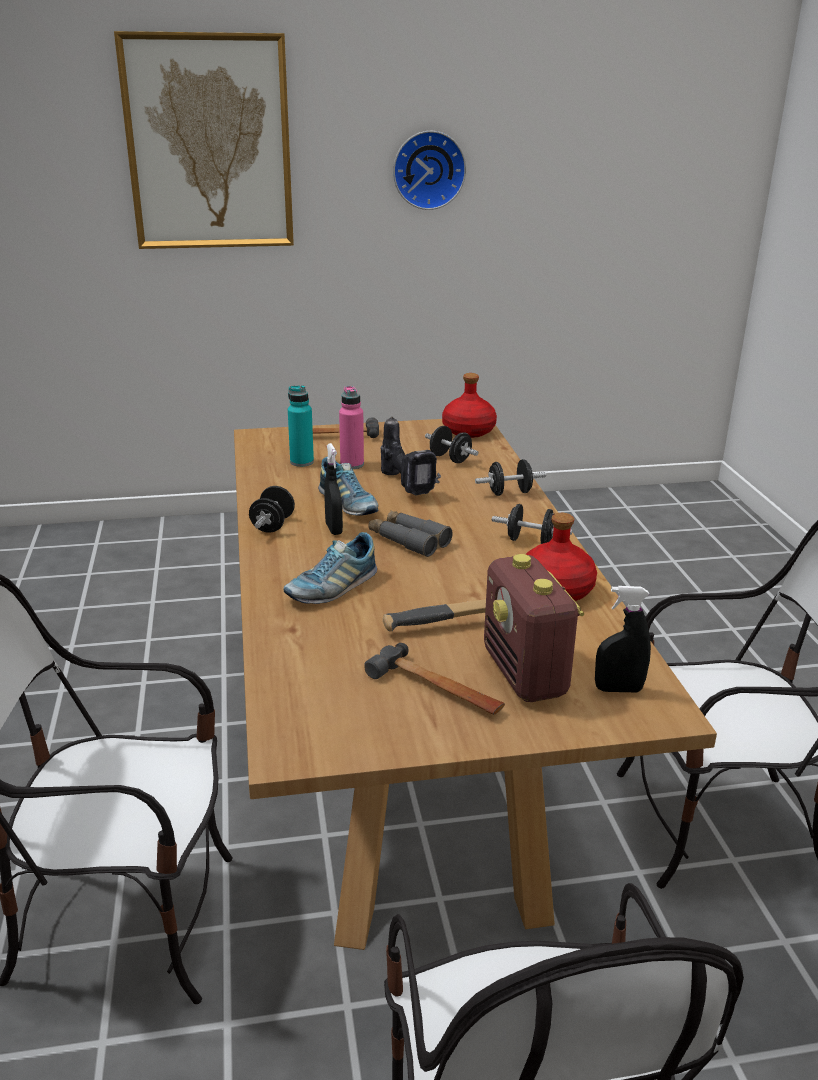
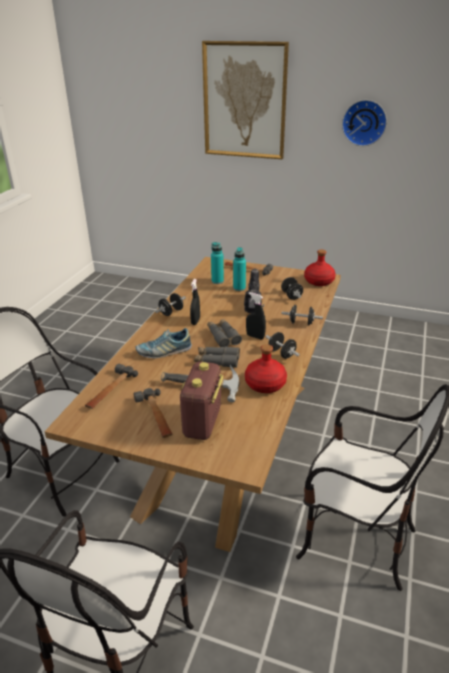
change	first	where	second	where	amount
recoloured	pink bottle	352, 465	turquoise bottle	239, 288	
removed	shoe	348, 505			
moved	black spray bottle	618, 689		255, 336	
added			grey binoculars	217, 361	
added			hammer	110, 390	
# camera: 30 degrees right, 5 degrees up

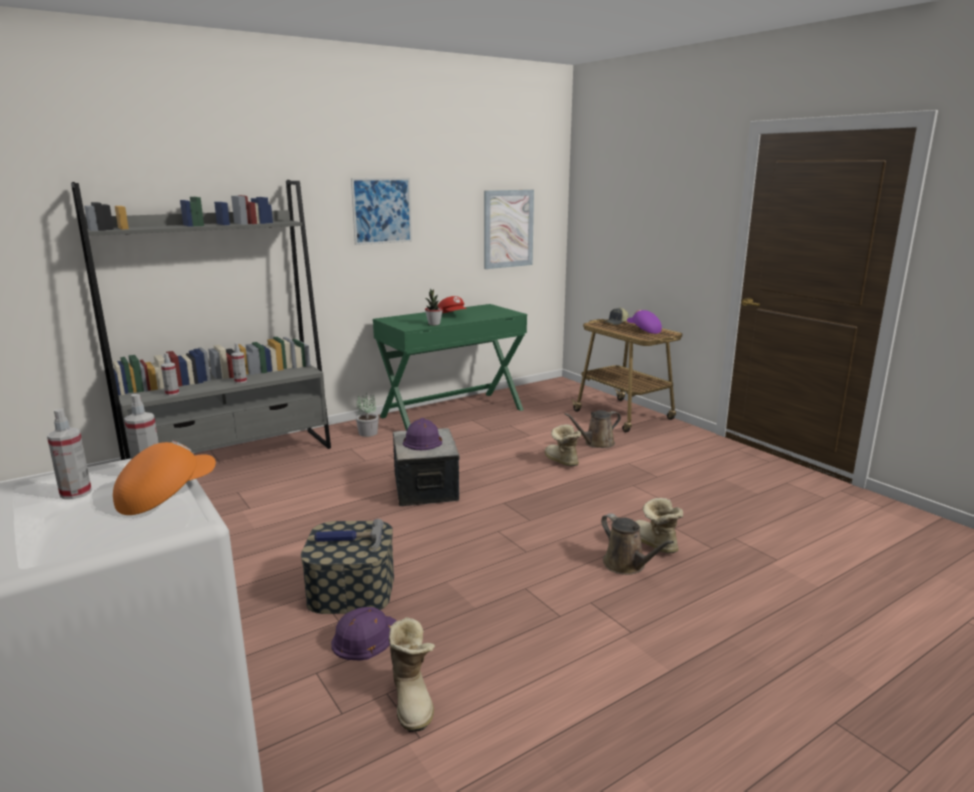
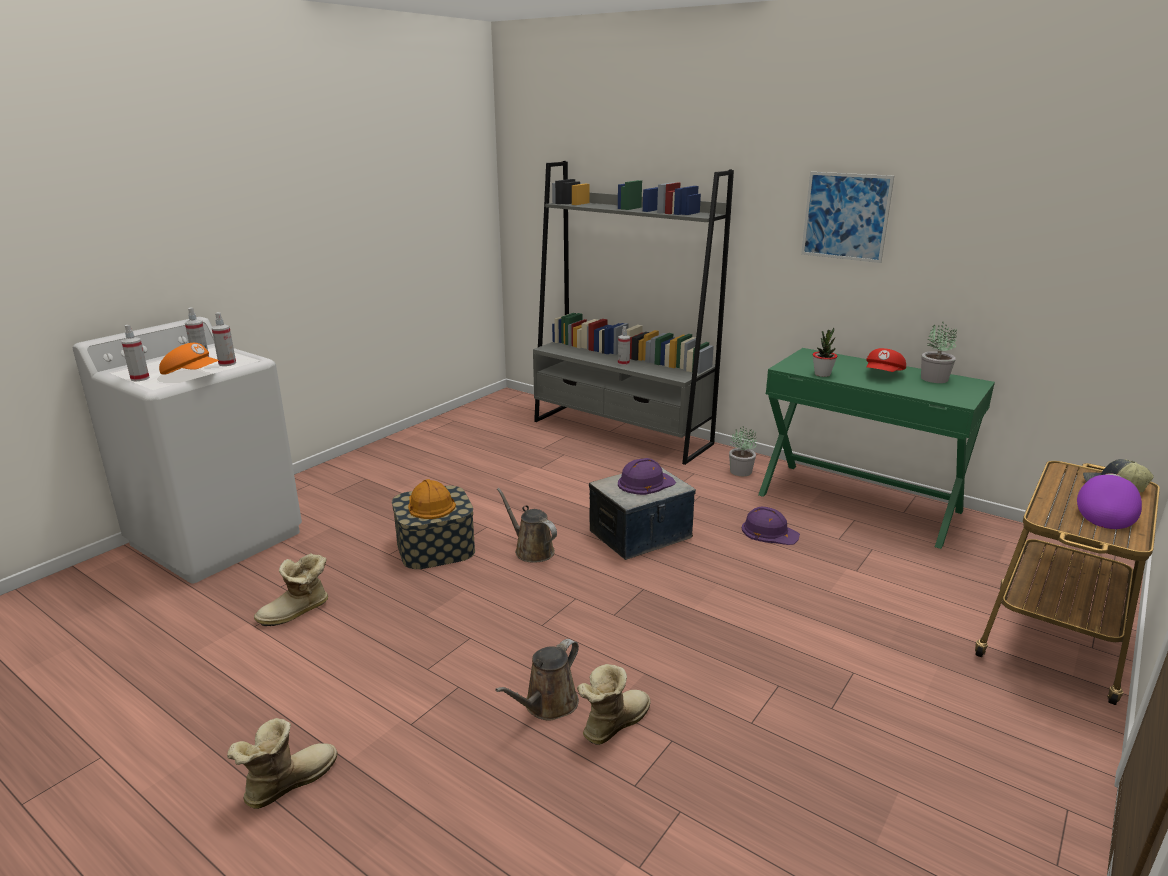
change	first	where	second	where	amount
removed	picture	508, 229			
moved	spray bottle	172, 393		140, 378	
moved	brown watering can	596, 443		531, 550	
moved	boot	560, 461		287, 782	
replaced	hammer	348, 542	orange hard hat	430, 505	
moved	purple hard hat	366, 638		769, 532	
added			potted plant	933, 378	
# camera: 70 degrees right, 5 degrees up

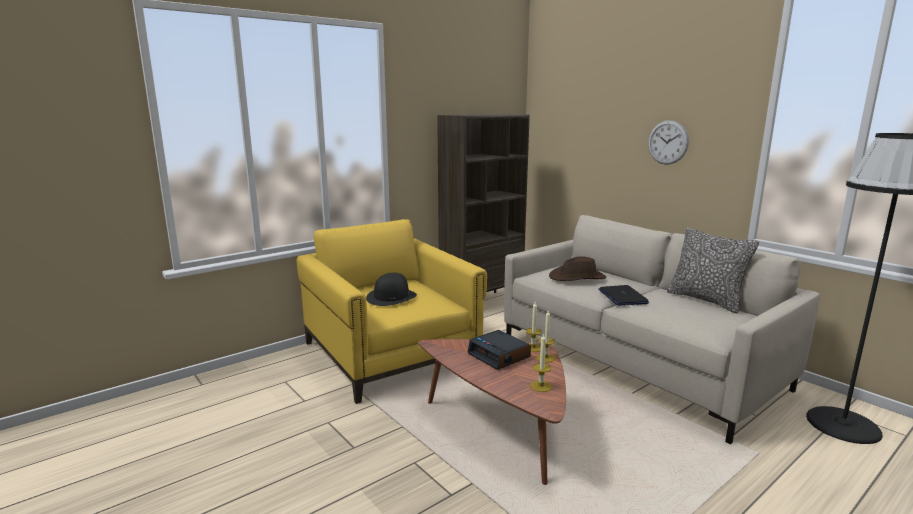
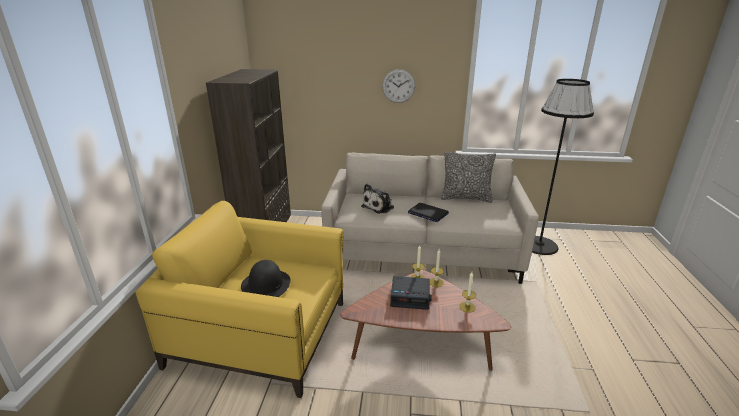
change	first	where	second	where	amount
replaced	brown hat	577, 278	plush toy	379, 207	
# camera: 45 degrees left, 10 degrees up

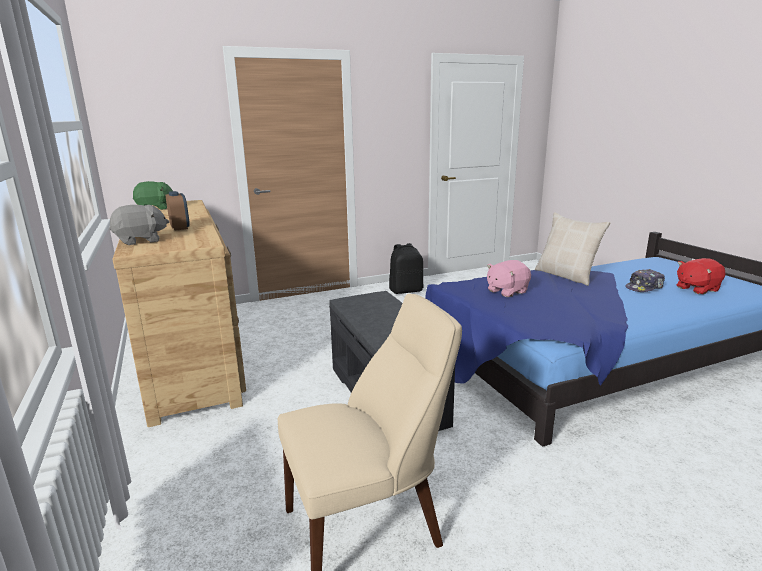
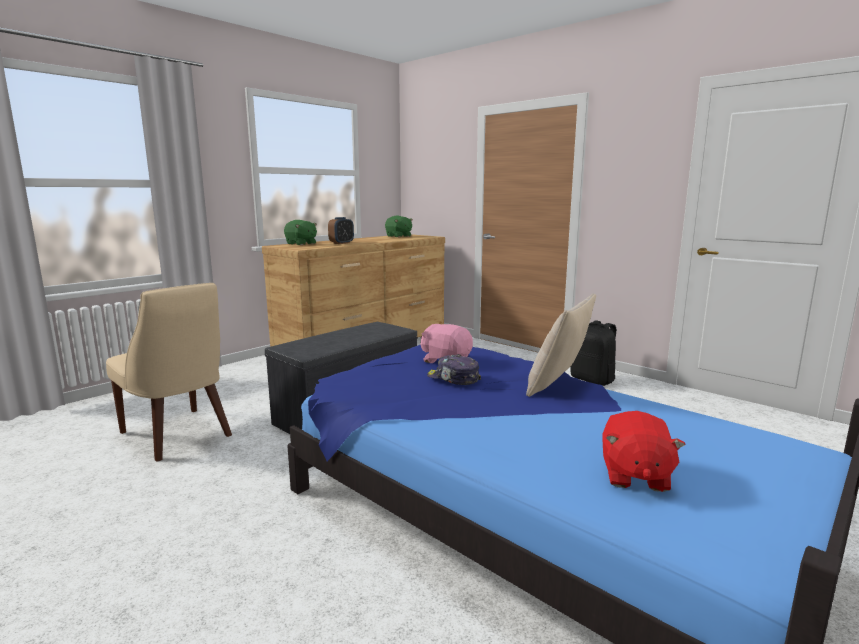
change	first	where	second	where	amount
recoloured	grey plush toy	141, 241	green plush toy	301, 244	
turned	red plush toy	696, 289		634, 475	120 degrees counterclockwise
moved	cap	644, 287		453, 379	
# camera: 65 degrees right, 5 degrees down

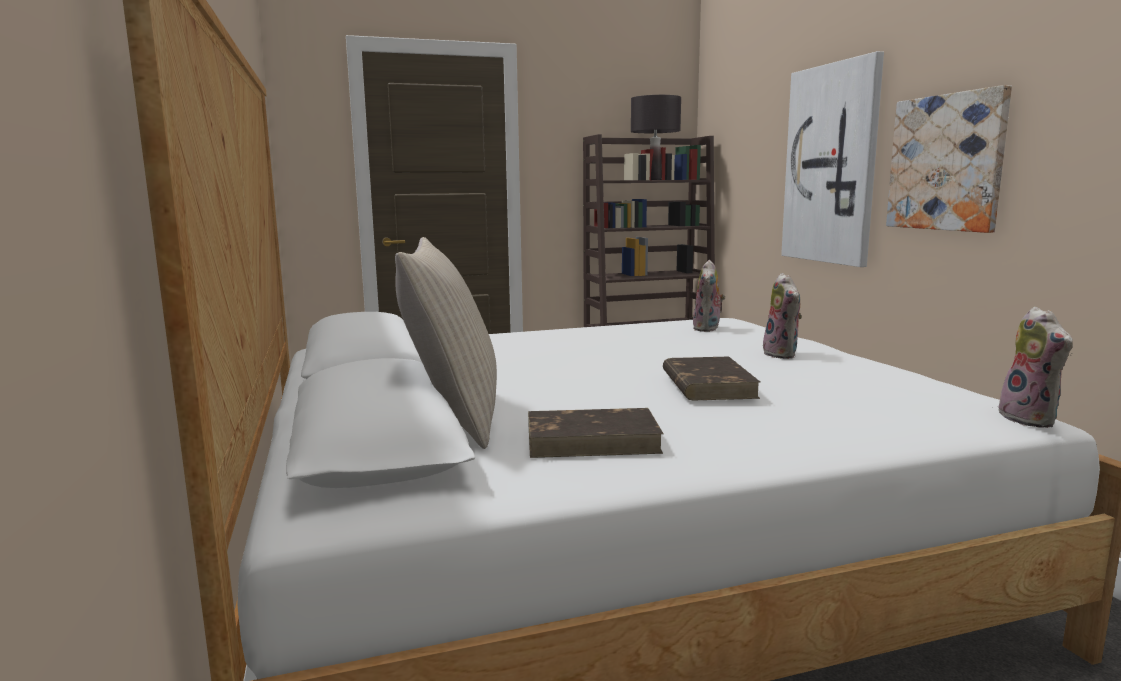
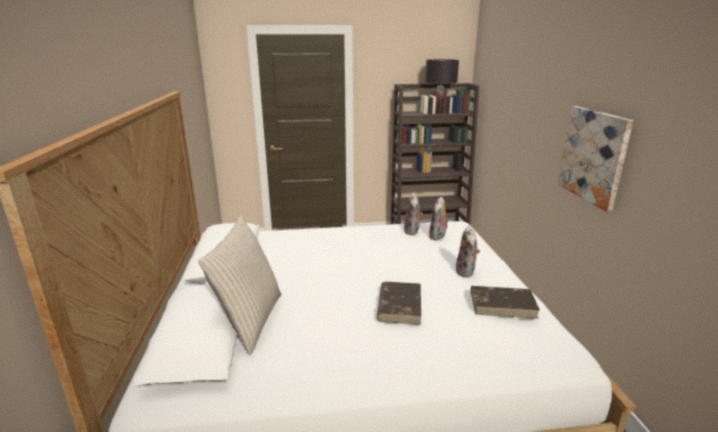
change	first	where	second	where	amount
removed	picture	831, 164			
moved	plush toy	1031, 419		412, 231	
moved	brown book	593, 439		503, 304	
# camera: 10 degrees right, 10 degrees up

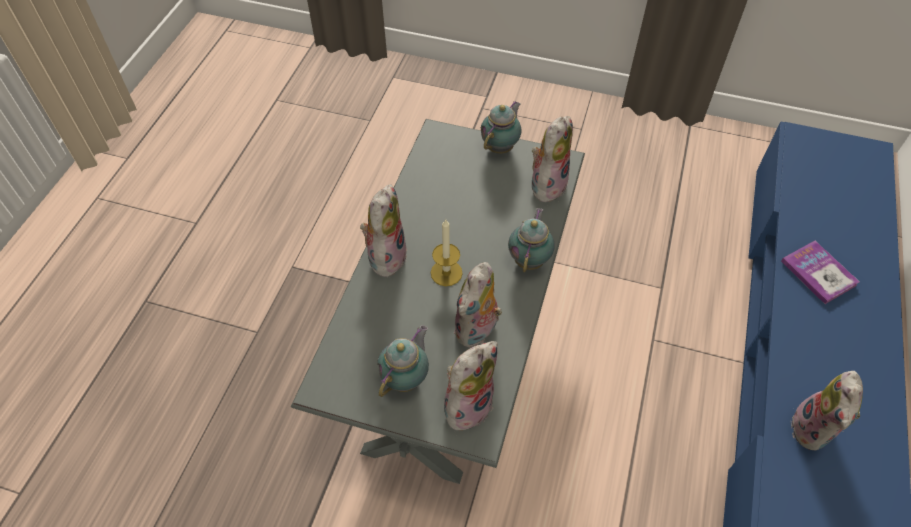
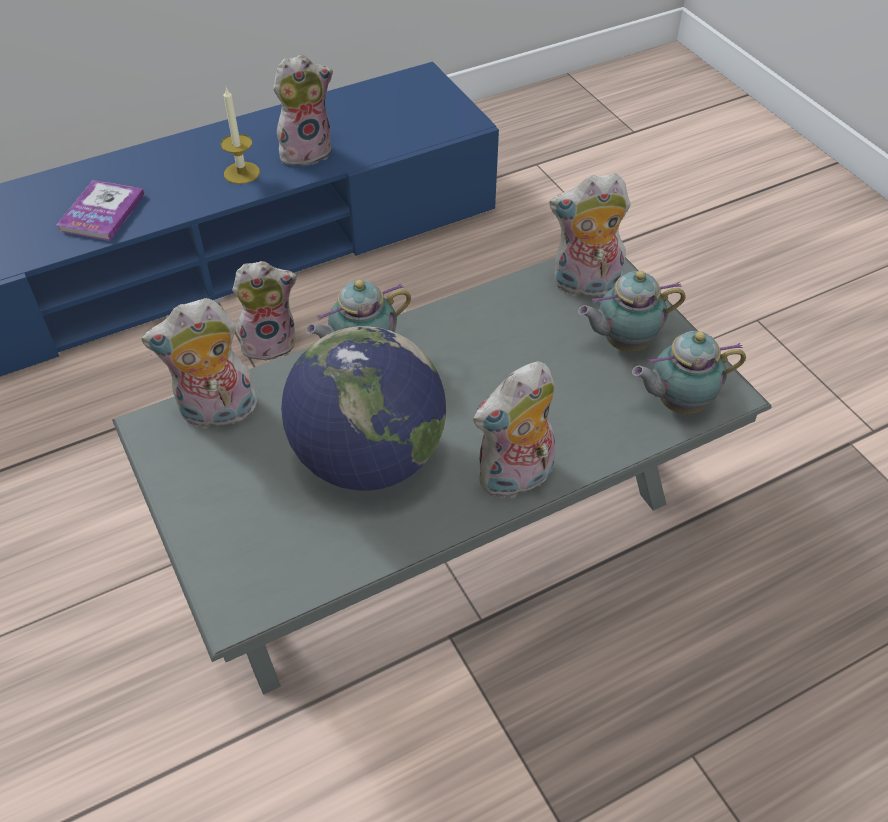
change	first	where	second	where	amount
moved	teapot	501, 147		677, 403	
moved	candle	446, 273		242, 173	
moved	plush toy	477, 331		270, 343	
added			globe	368, 459	
# camera: 135 degrees left, 5 degrees down

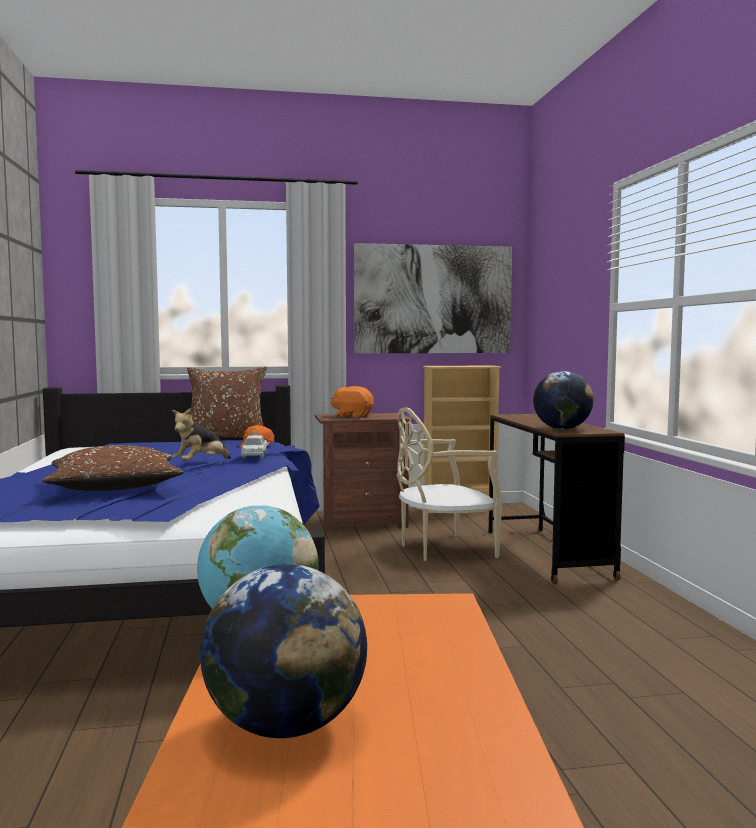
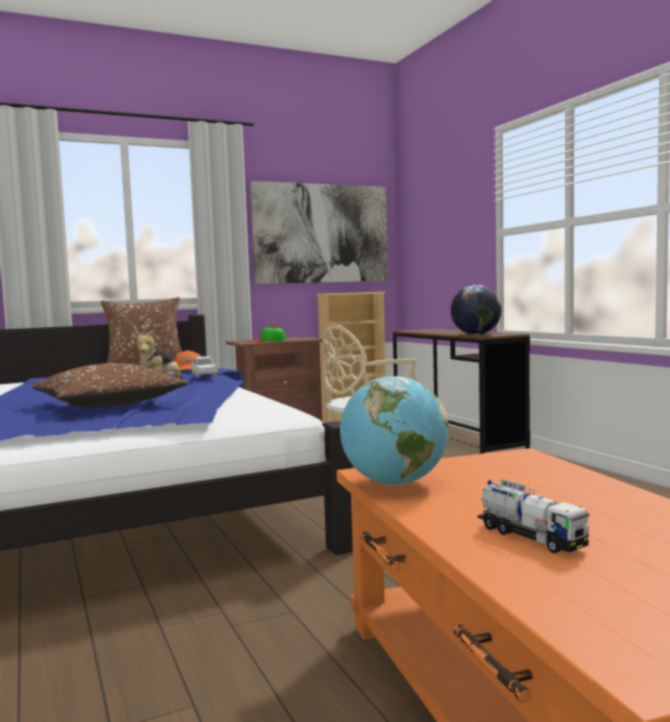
change	first	where	second	where	amount
replaced	orange plush toy	352, 416	cap	265, 340	
replaced	globe	286, 726	toy truck	530, 537	
# camera: 15 degrees left, 0 degrees up

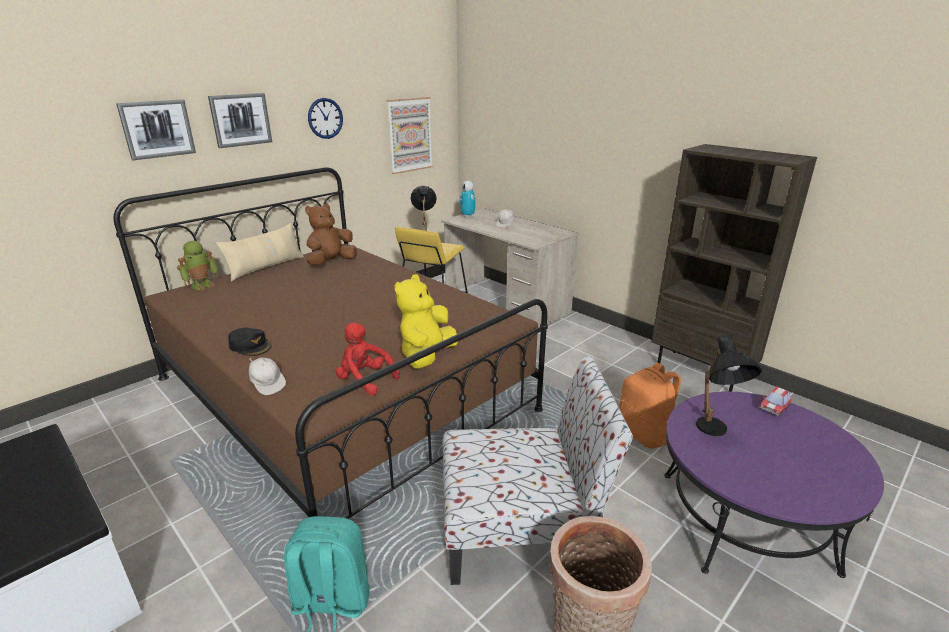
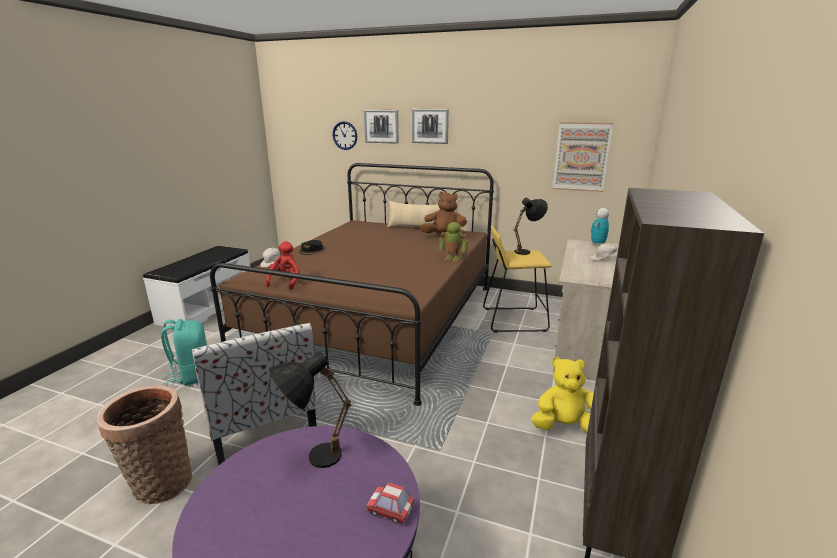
change	first	where	second	where	amount
moved	wall clock	325, 118		345, 135	
moved	toy robot	202, 285		453, 258	
moved	yellow plush toy	427, 356		564, 426	
removed	orange backpack	645, 434			
# camera: 65 degrees right, 5 degrees down

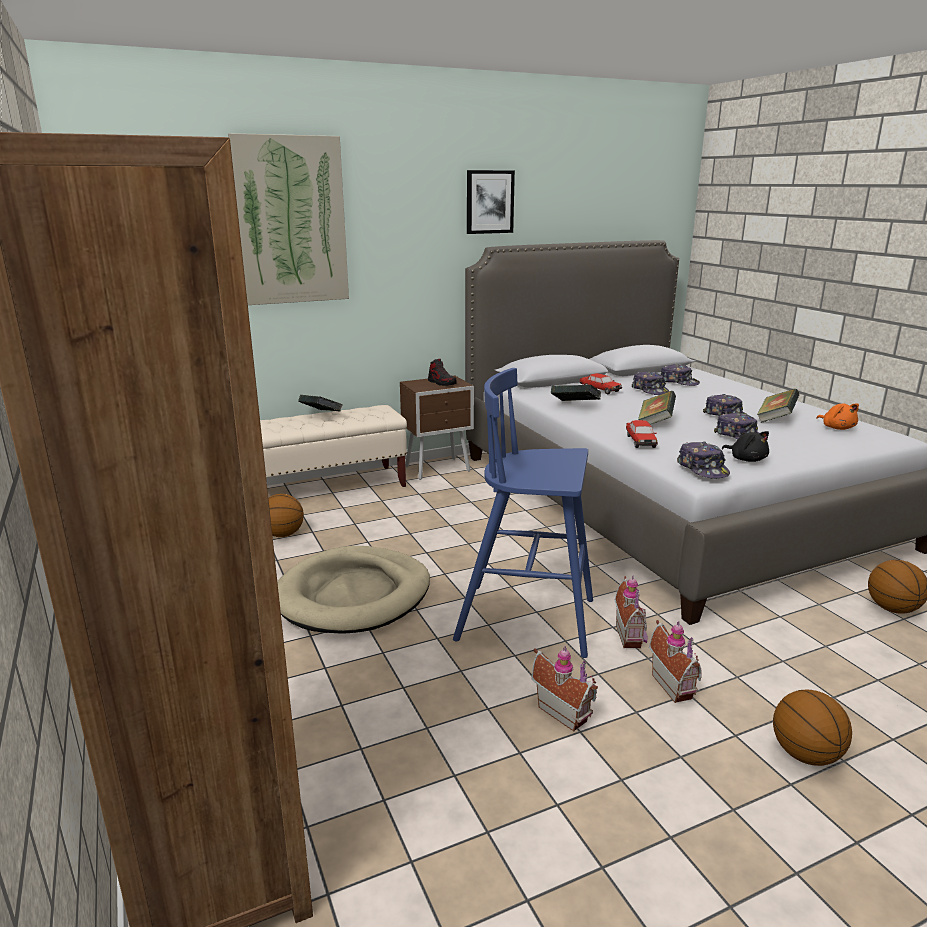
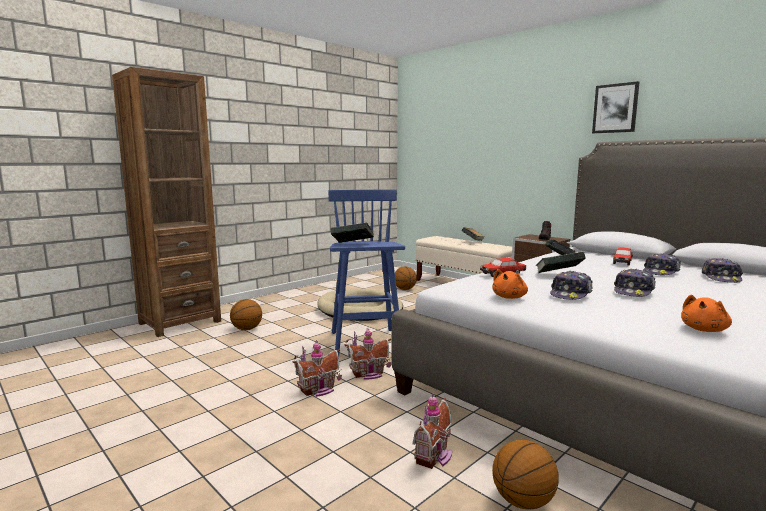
change	first	where	second	where	amount
removed	picture	291, 221			
moved	book	775, 419		352, 245	
recoloured	black plush toy	746, 459	orange plush toy	510, 297	
removed	cap	703, 469			
moved	toy house	564, 711		435, 456	
moved	basketball	805, 755		246, 329	
# camera: 70 degrees right, 10 degrees down

